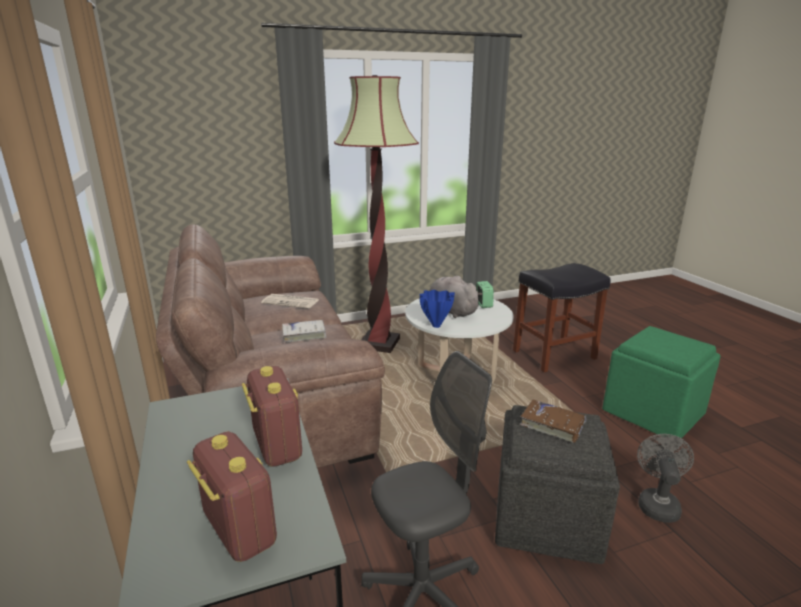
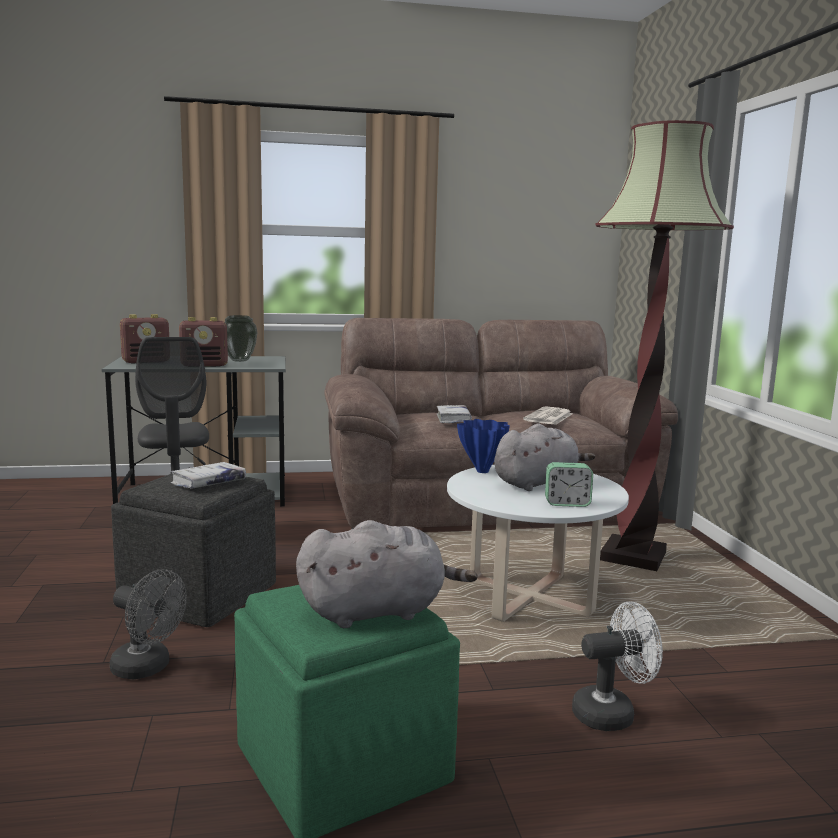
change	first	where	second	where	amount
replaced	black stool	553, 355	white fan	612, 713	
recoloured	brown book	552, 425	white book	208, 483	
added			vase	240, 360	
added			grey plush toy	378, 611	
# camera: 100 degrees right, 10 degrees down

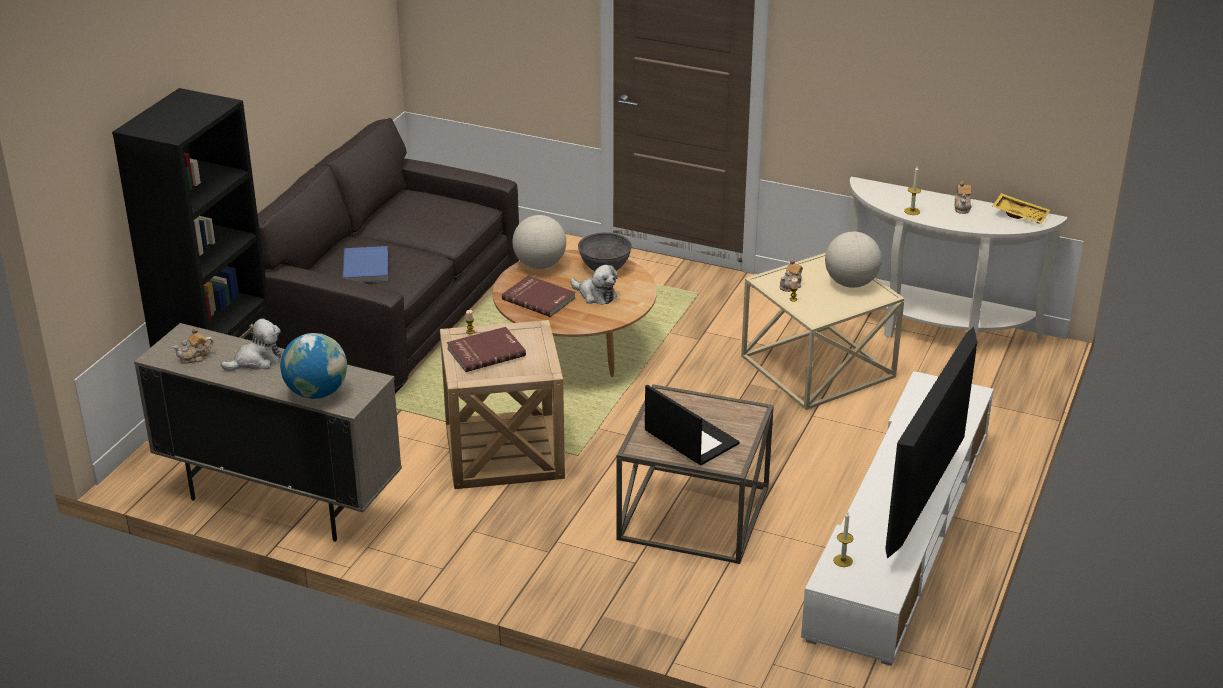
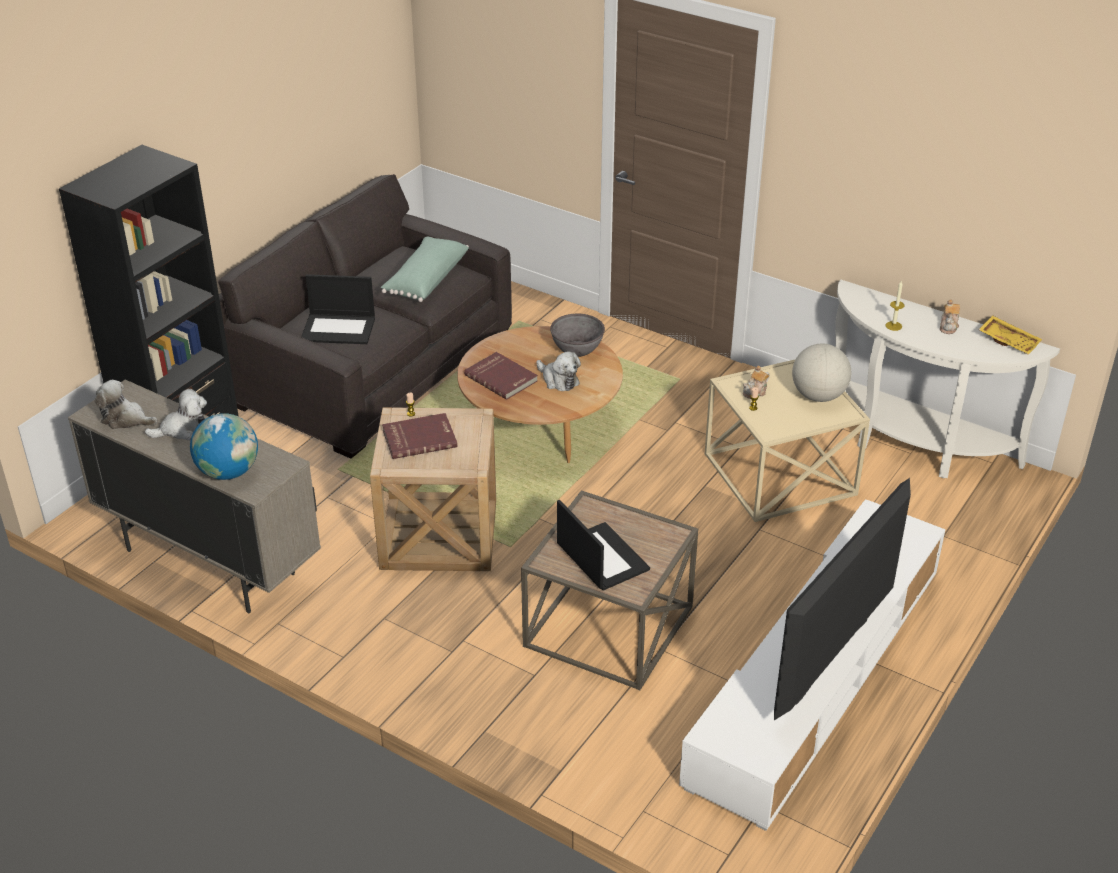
change	first	where	second	where	amount
removed	globe	540, 265			
replaced	blue book	367, 267	laptop	339, 329	
replaced	teapot	195, 357	plush toy	126, 419	
removed	candle	843, 560			
added			green pillow	425, 280	
# camera: 10 degrees right, 5 degrees up

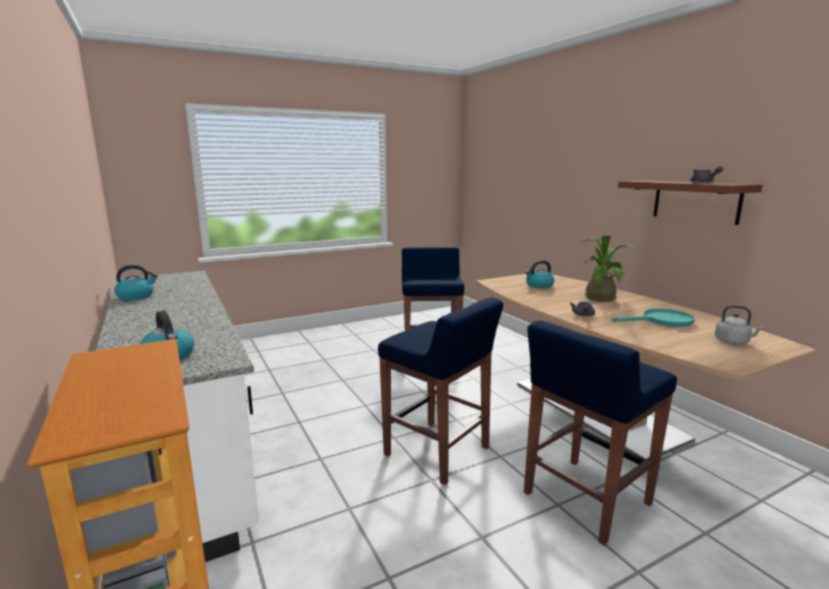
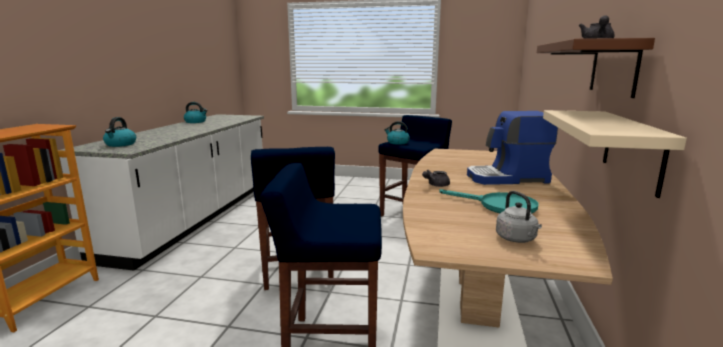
change	first	where	second	where	amount
replaced	potted plant	601, 297	coffee machine	507, 178	
moved	kettle	539, 286		397, 142	
added			beige shelf	632, 150	
# camera: 40 degrees right, 0 degrees up

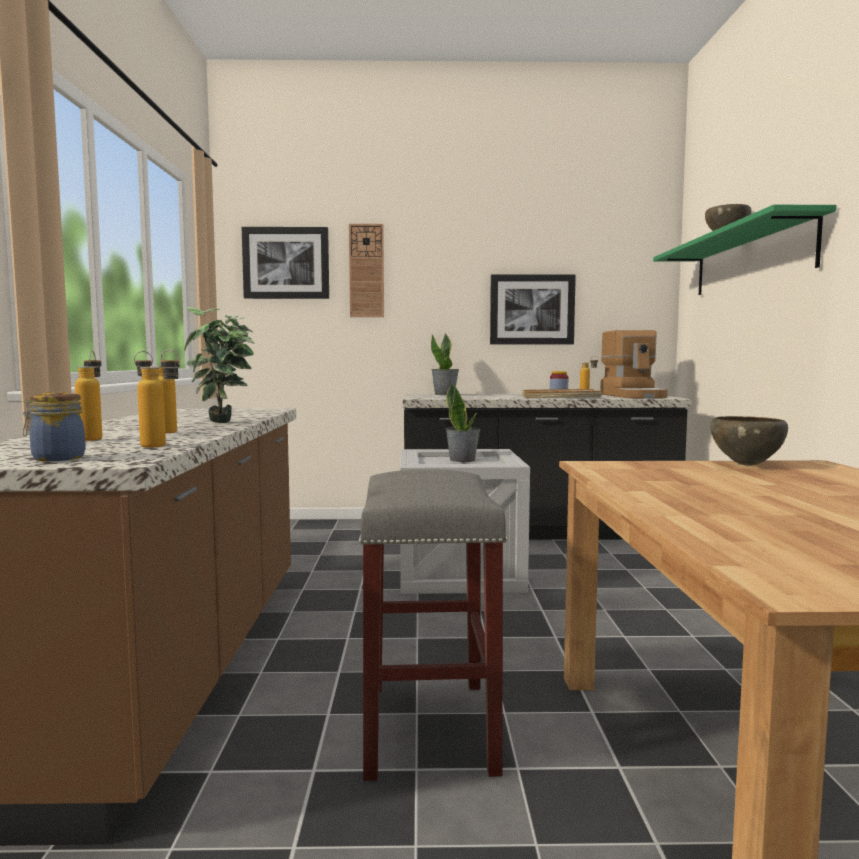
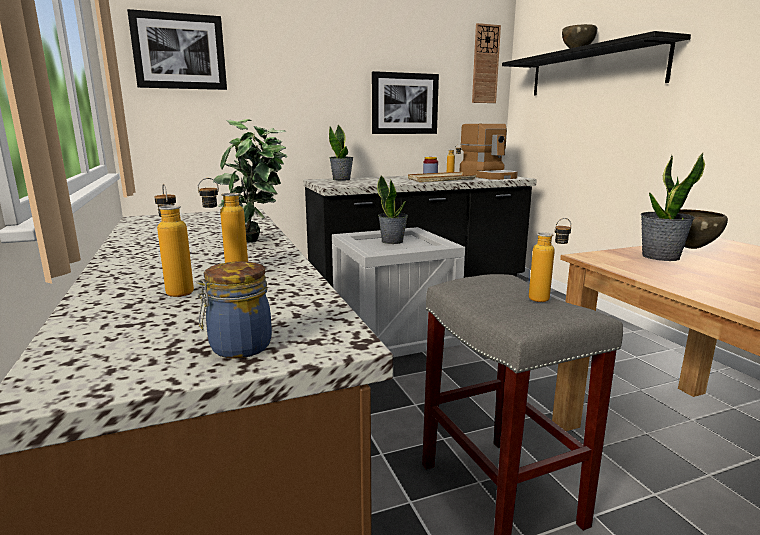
change	first	where	second	where	amount
recoloured	green shelf	750, 260	black shelf	593, 71	
moved	wall clock	366, 271		485, 64	
moved	bottle	162, 446		546, 298	
added			potted plant	660, 257	
# camera: 20 degrees left, 10 degrees up

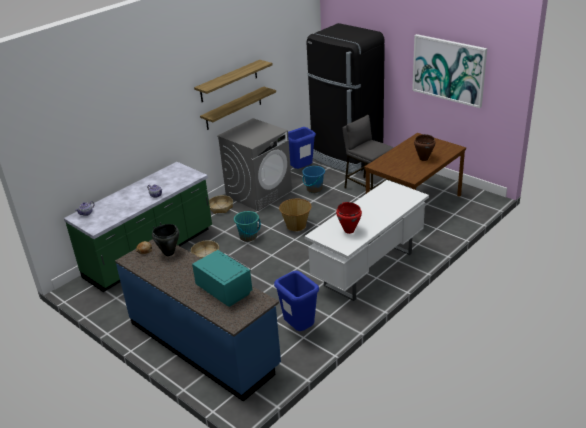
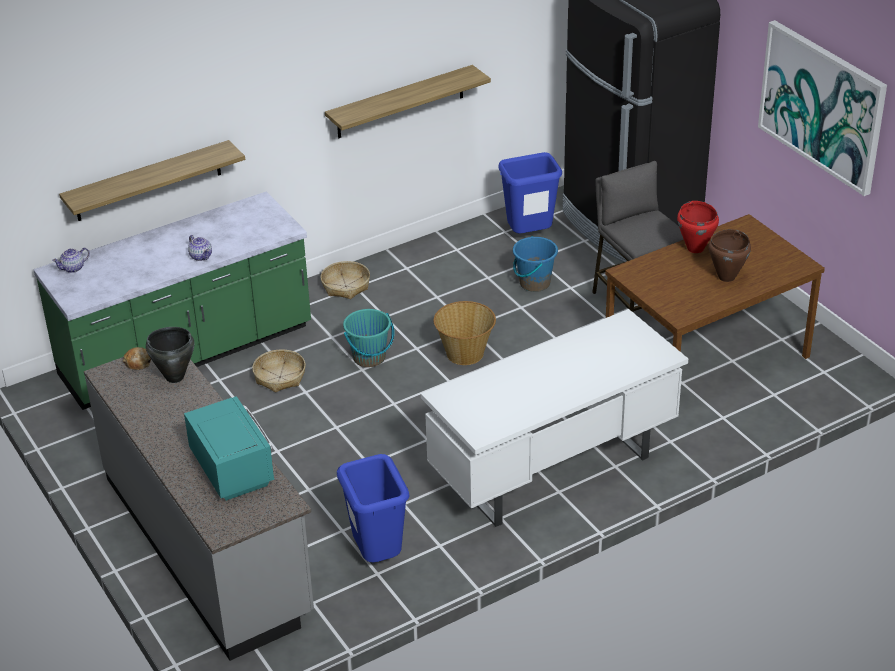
change	first	where	second	where	amount
moved	shelf	229, 81		148, 181	
removed	grey washing machine	259, 193			
moved	red cooking pot	349, 230		695, 248	
recoloured	blue counter	204, 344	grey counter	208, 546	
# camera: 15 degrees right, 5 degrees up

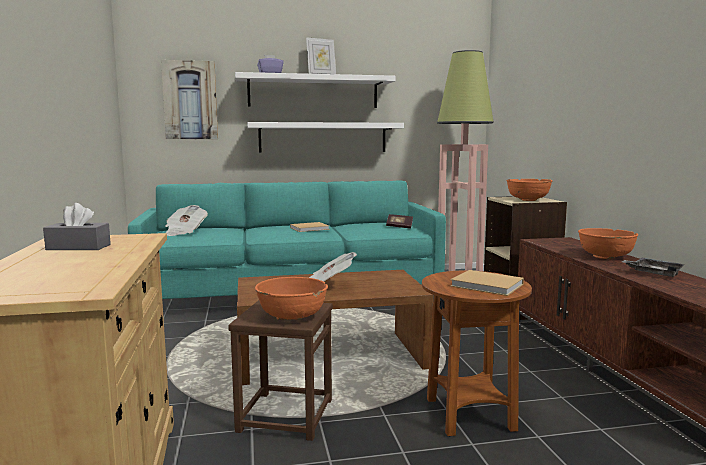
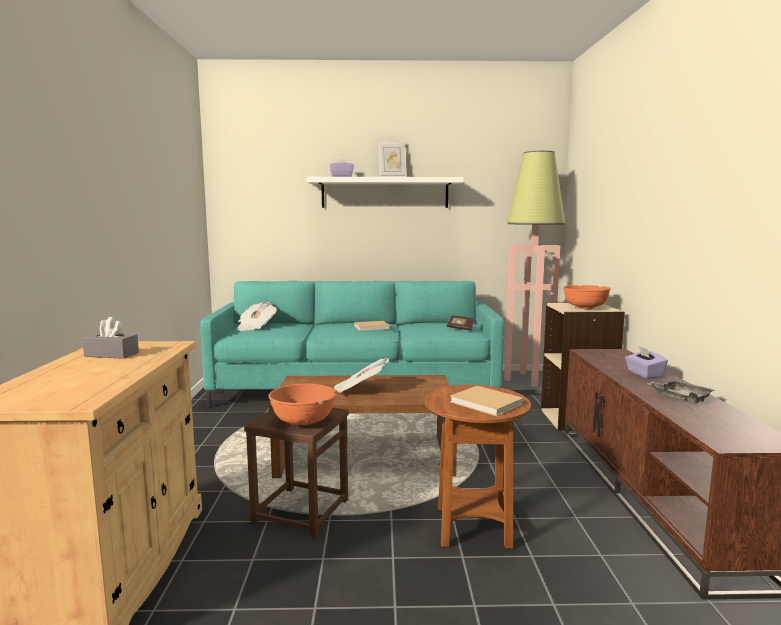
change	first	where	second	where	amount
removed	picture	190, 100			
removed	white shelf	323, 137			
replaced	orange bowl	605, 256	purple tissue box	644, 374	
# camera: 10 degrees right, 0 degrees up

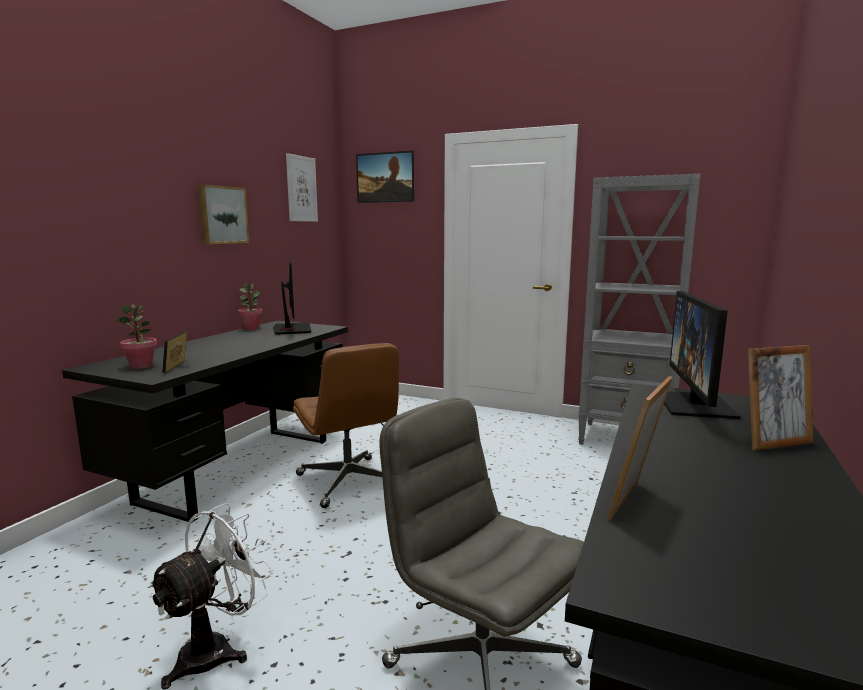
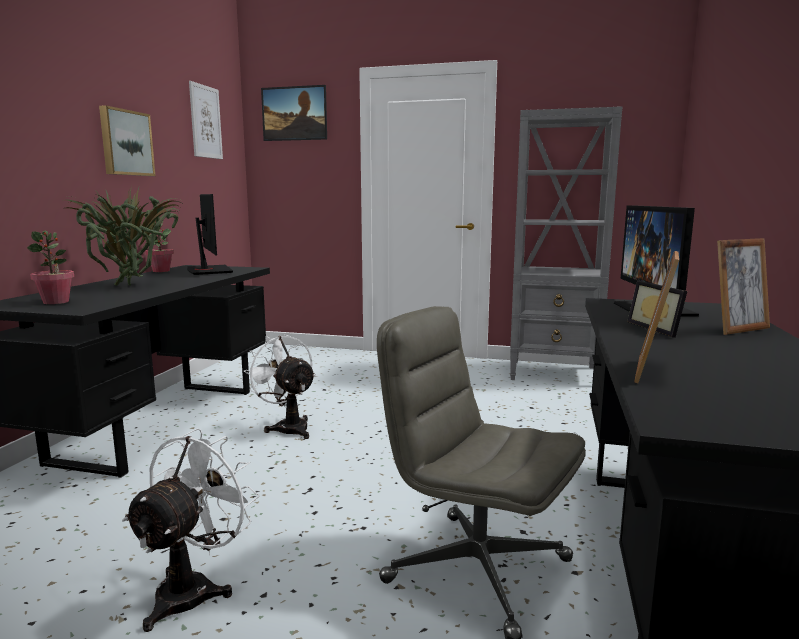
change	first	where	second	where	amount
moved	picture frame	182, 366		659, 329	
replaced	brown office chair	349, 482	white fan	288, 427	
added			potted plant	133, 286	
# camera: 10 degrees left, 0 degrees up

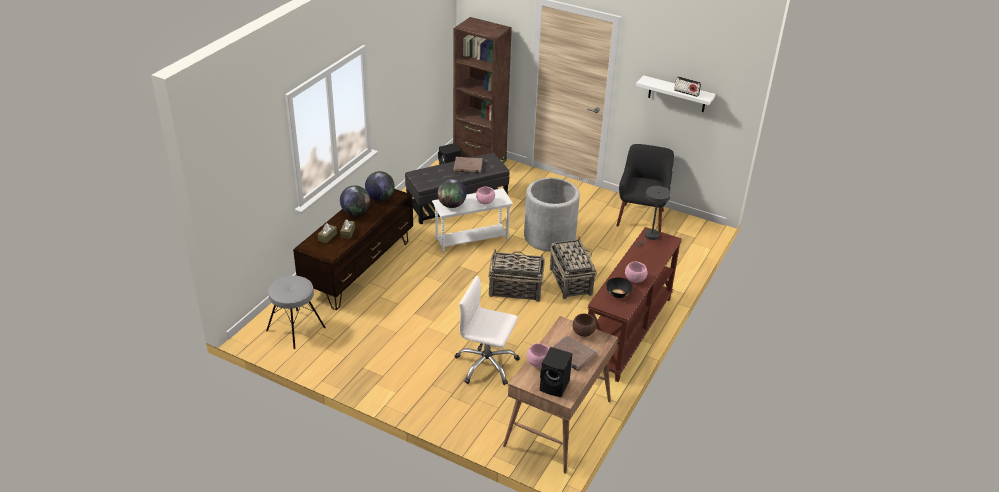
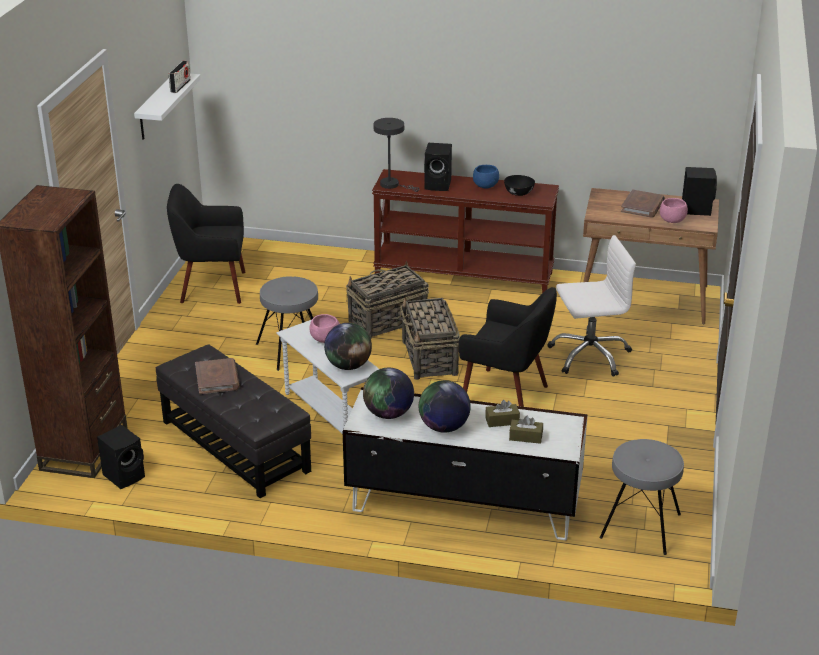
change	first	where	second	where	amount
replaced	grey planter	549, 237	grey stool	291, 350	
recoloured	brown tv stand	359, 269	white tv stand	463, 504	
recoloured	pink bowl	635, 279	blue bowl	485, 186	
turned	white office chair	486, 365		589, 355	105 degrees counterclockwise
removed	brown bowl	583, 332			
added			black speaker	439, 185	
added			black armchair	505, 395	
# camera: 105 degrees left, 5 degrees down

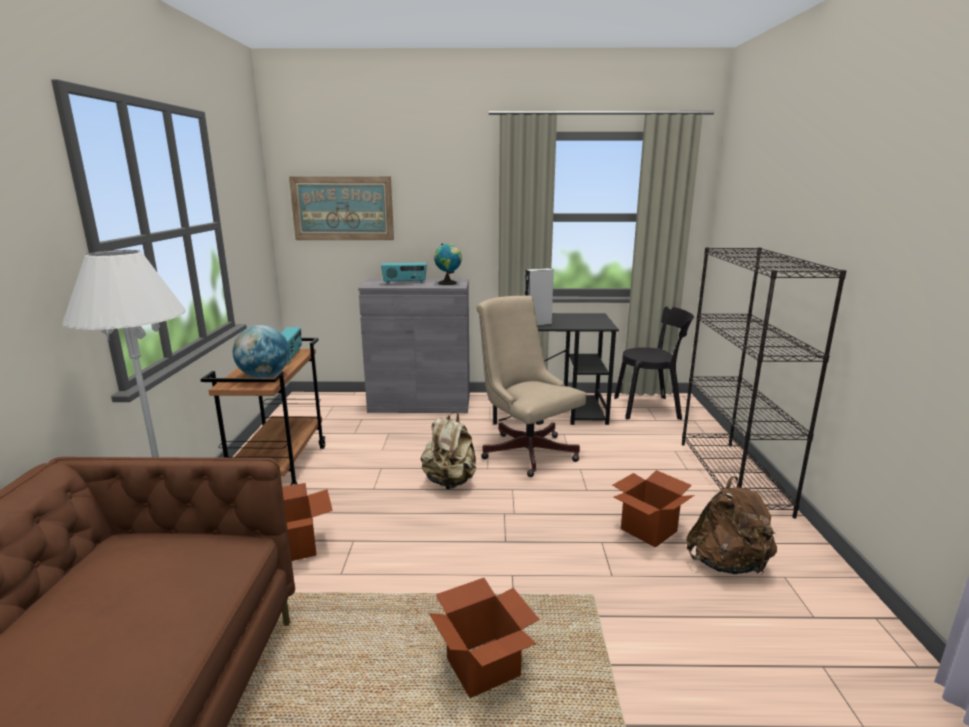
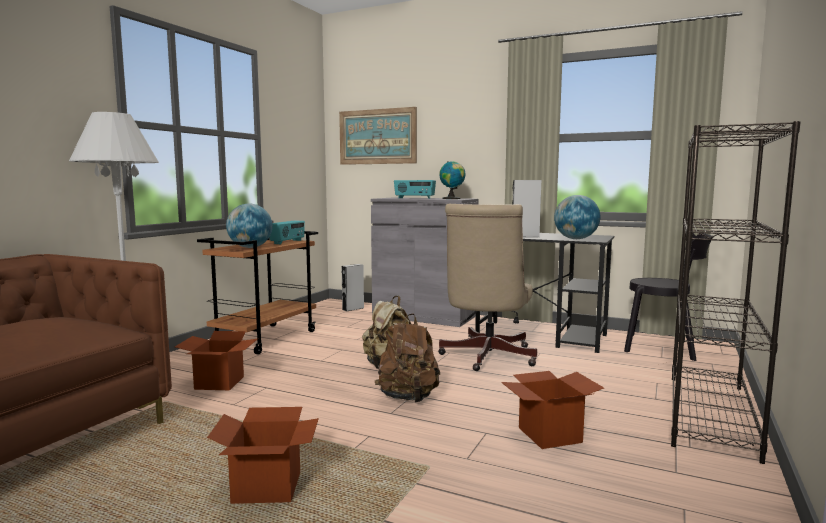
change	first	where	second	where	amount
turned	beige office chair	525, 450		486, 358	150 degrees counterclockwise
moved	brown backpack	727, 564		408, 398	
added			globe	576, 239	
added			grey speaker	353, 309	
# camera: 25 degrees right, 10 degrees down

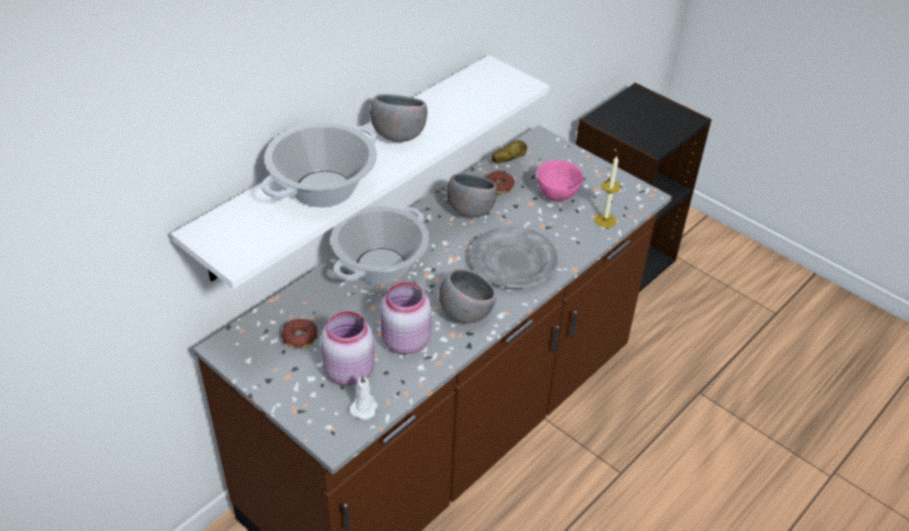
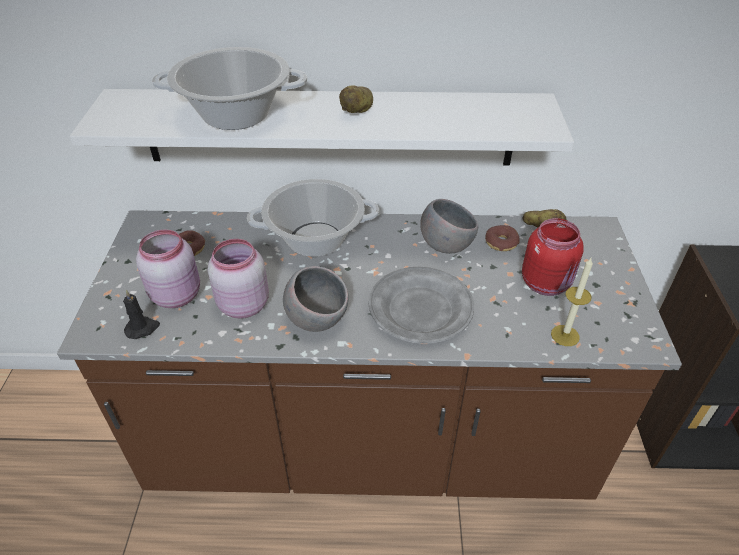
change	first	where	second	where	amount
replaced	grey bowl	398, 136	potato	358, 111	
replaced	pink bowl	557, 196	red jar	546, 283	
recoloured	white candle	364, 407	black candle	142, 328	
# camera: 50 degrees right, 0 degrees up

